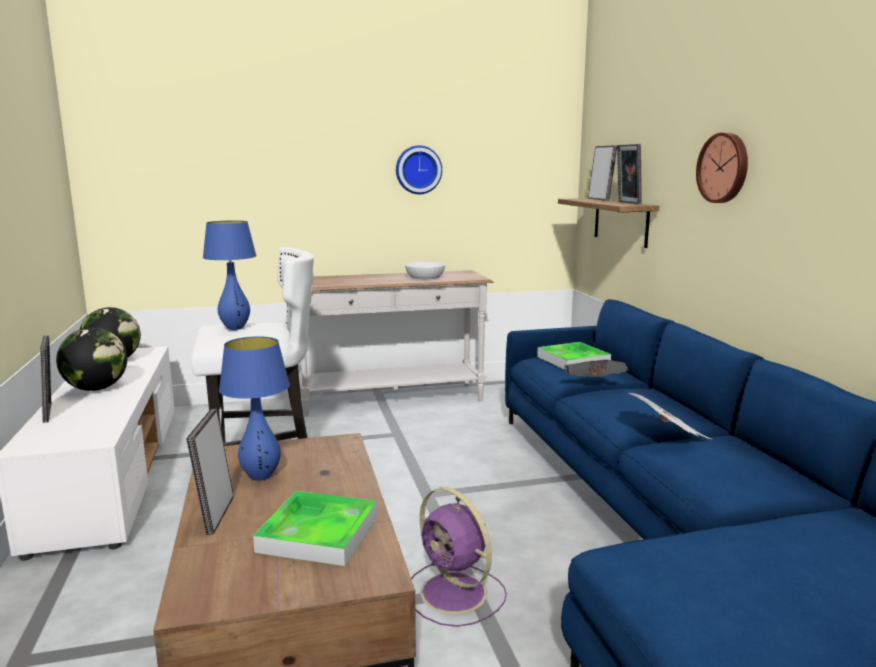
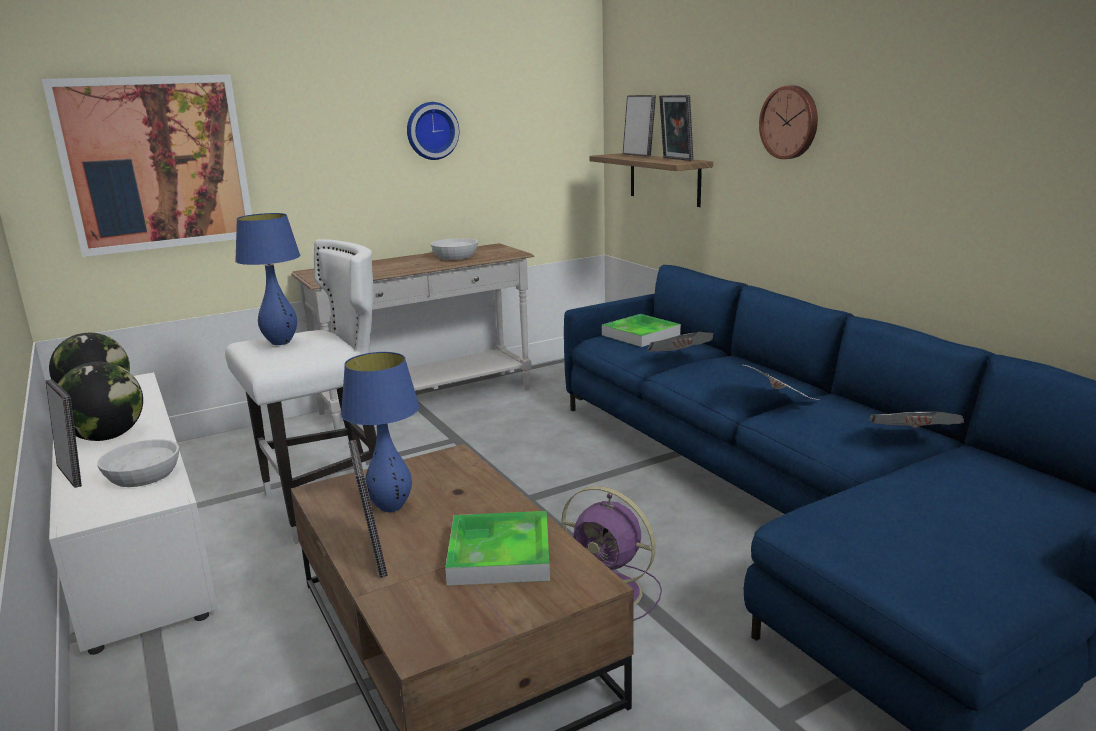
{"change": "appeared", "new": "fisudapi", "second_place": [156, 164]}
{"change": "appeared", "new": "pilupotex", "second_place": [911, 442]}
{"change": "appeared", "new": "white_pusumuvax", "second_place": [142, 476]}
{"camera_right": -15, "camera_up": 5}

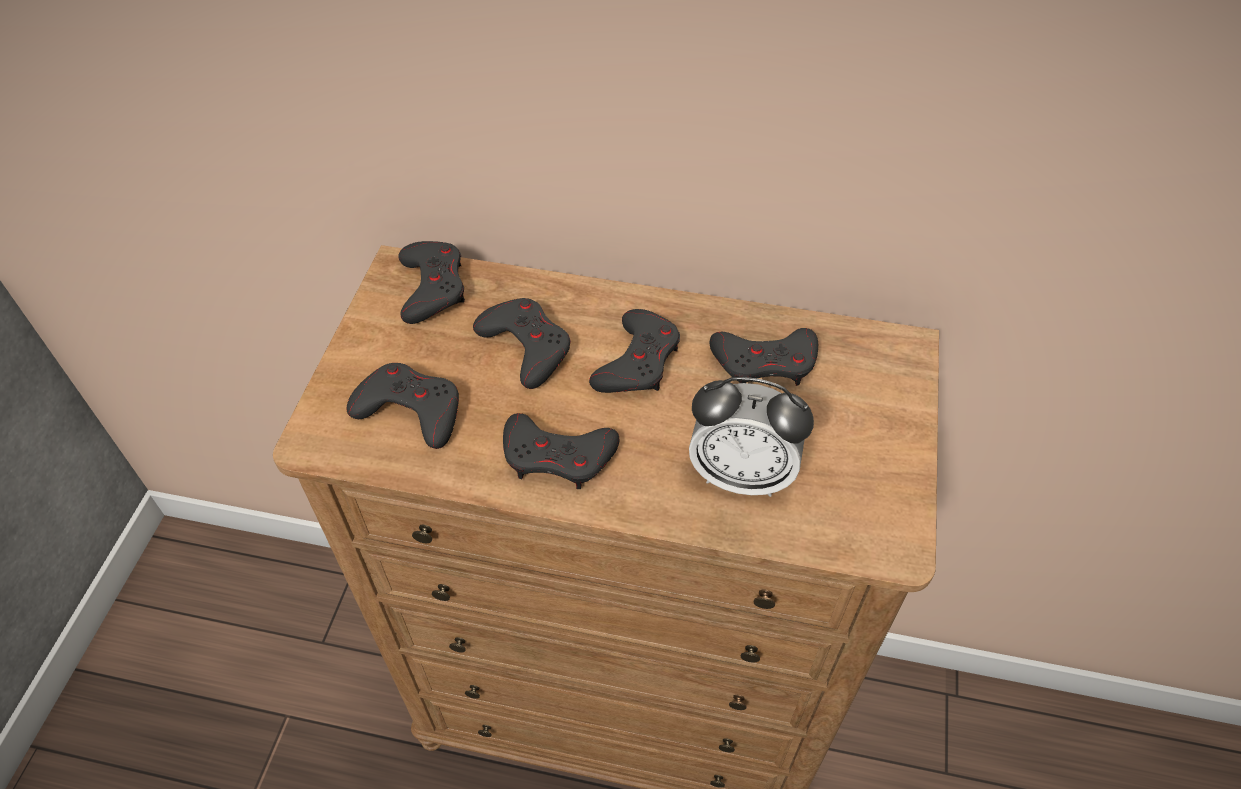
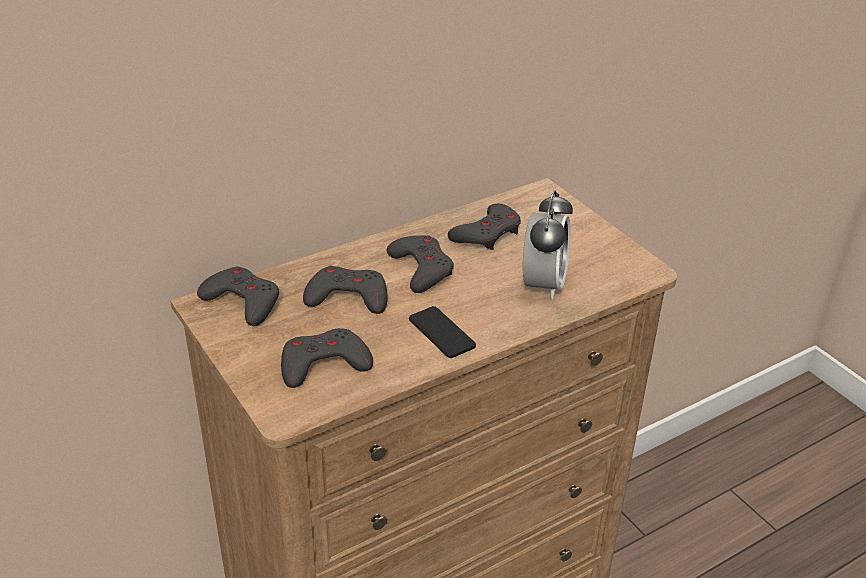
{"change": "spun", "old": "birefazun", "first_place": [741, 474], "second_place": [543, 285], "degrees": -45}
{"change": "exchanged", "old": "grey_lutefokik", "new": "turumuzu", "first_place": [558, 456], "second_place": [441, 333]}
{"camera_right": -45, "camera_up": -15}

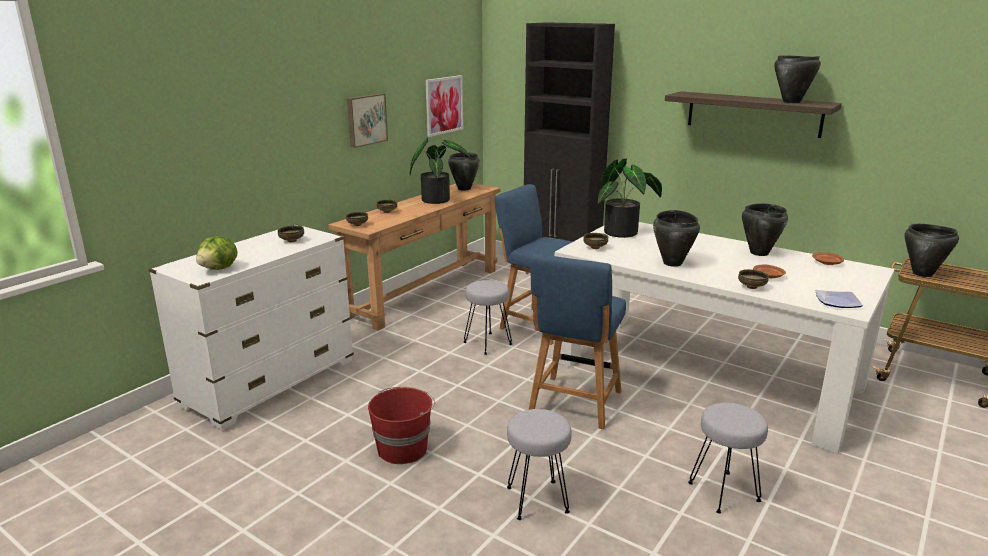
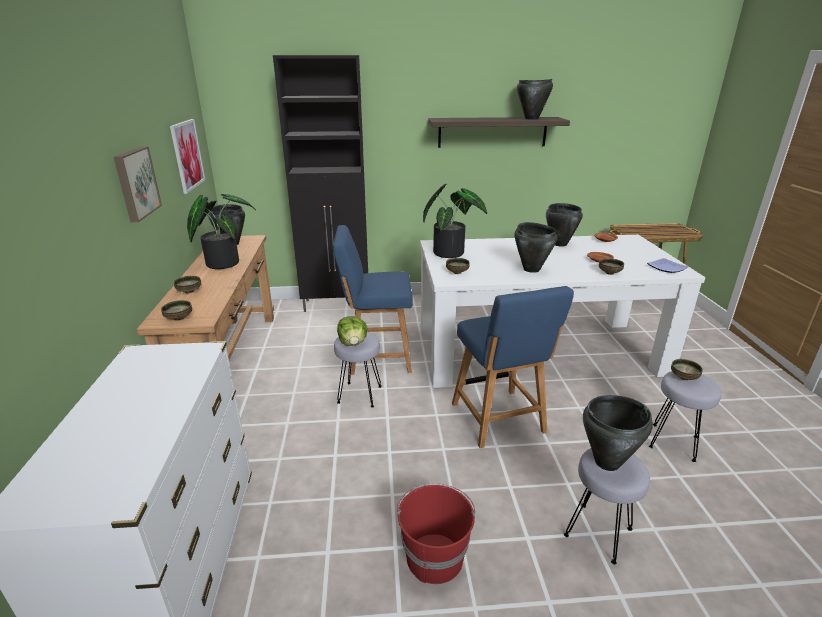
{"change": "relocated", "old": "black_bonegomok", "first_place": [922, 274], "second_place": [607, 462]}
{"change": "relocated", "old": "pusumuvax", "first_place": [292, 241], "second_place": [684, 377]}
{"change": "relocated", "old": "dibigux", "first_place": [219, 269], "second_place": [353, 343]}
{"camera_right": -40, "camera_up": 5}

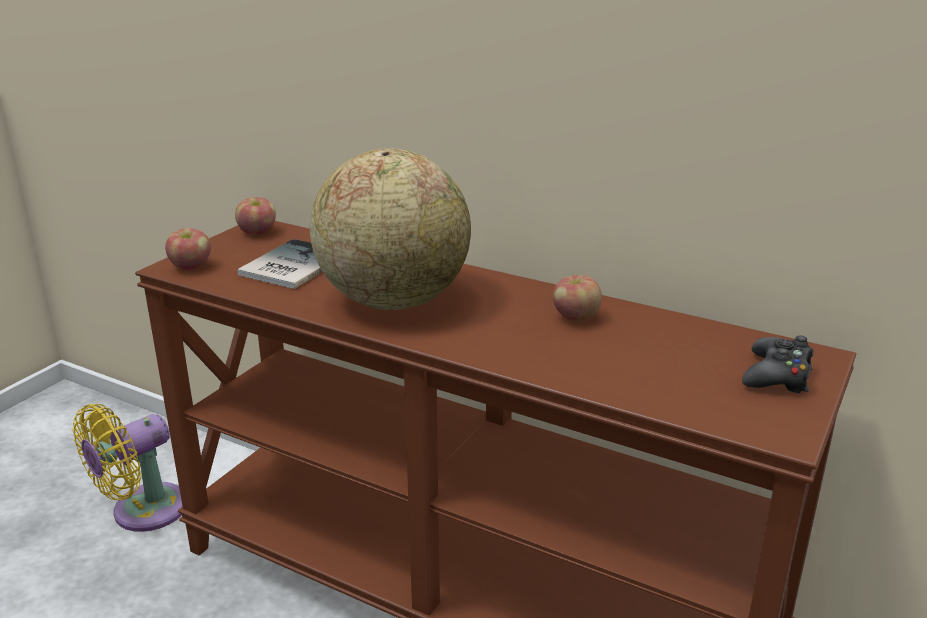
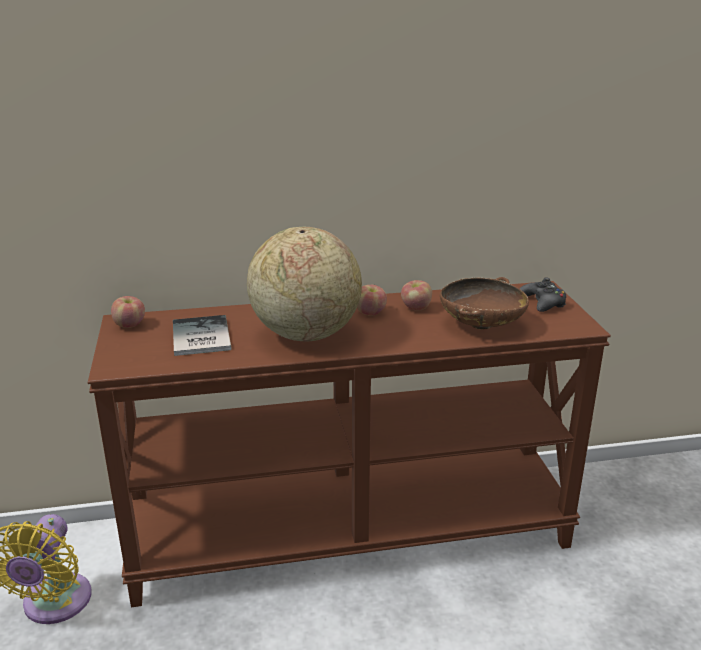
{"change": "relocated", "old": "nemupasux", "first_place": [191, 267], "second_place": [370, 313]}
{"change": "appeared", "new": "brown_pusumuvax", "second_place": [482, 325]}
{"camera_right": -40, "camera_up": 0}

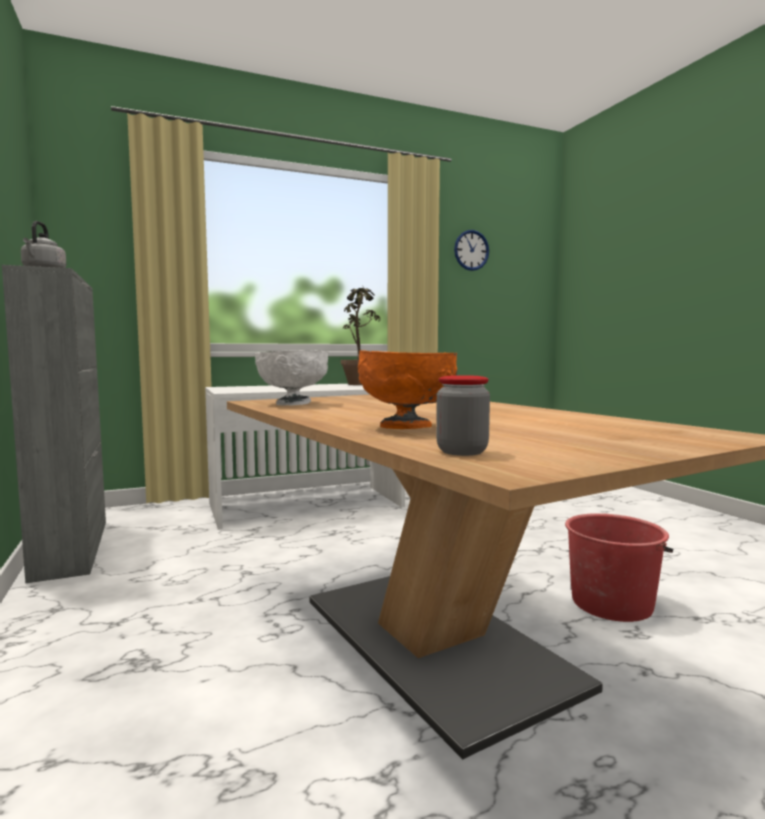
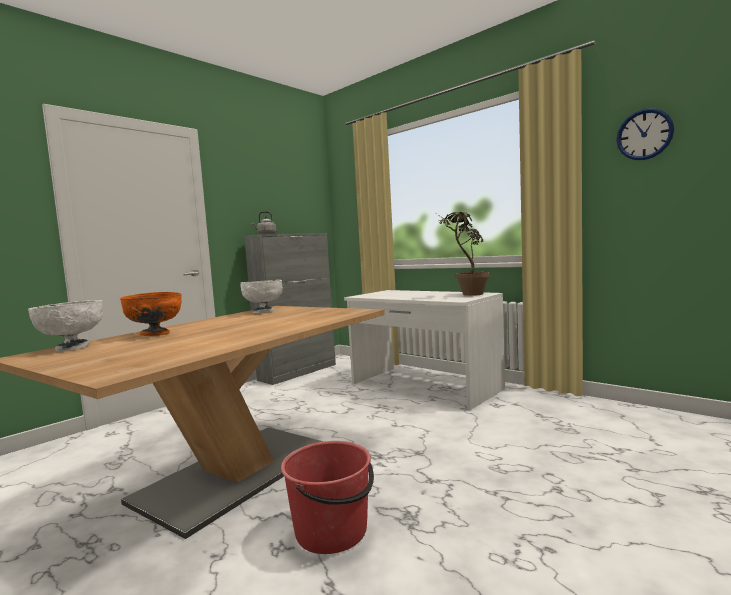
{"change": "exchanged", "old": "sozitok", "new": "white_pusumuvax", "first_place": [462, 452], "second_place": [72, 347]}
{"camera_right": 65, "camera_up": 0}

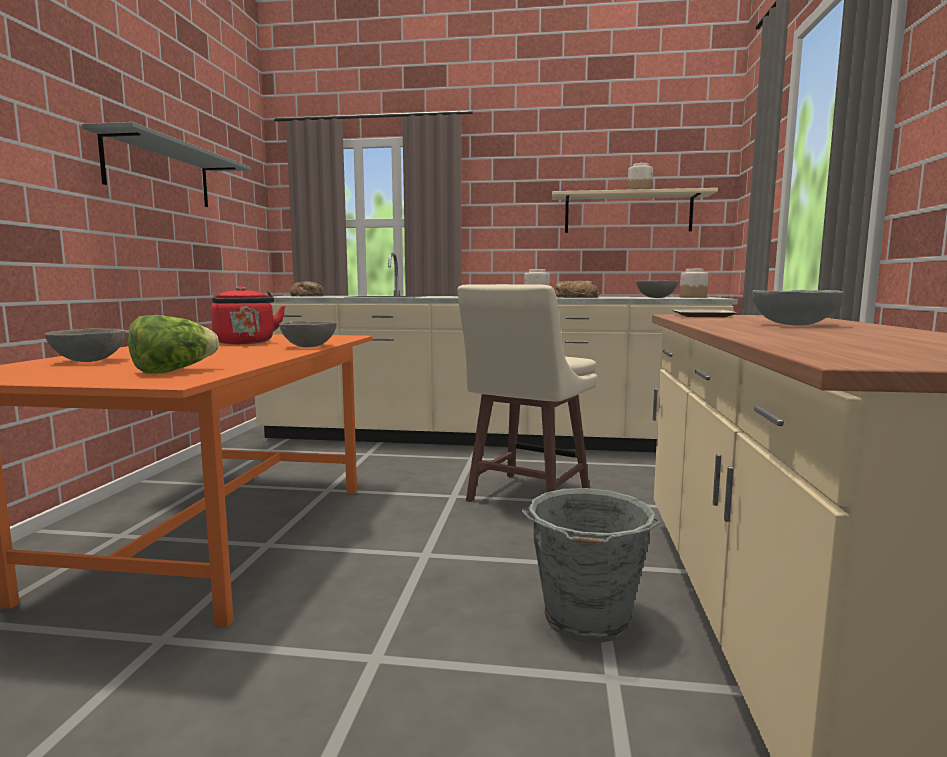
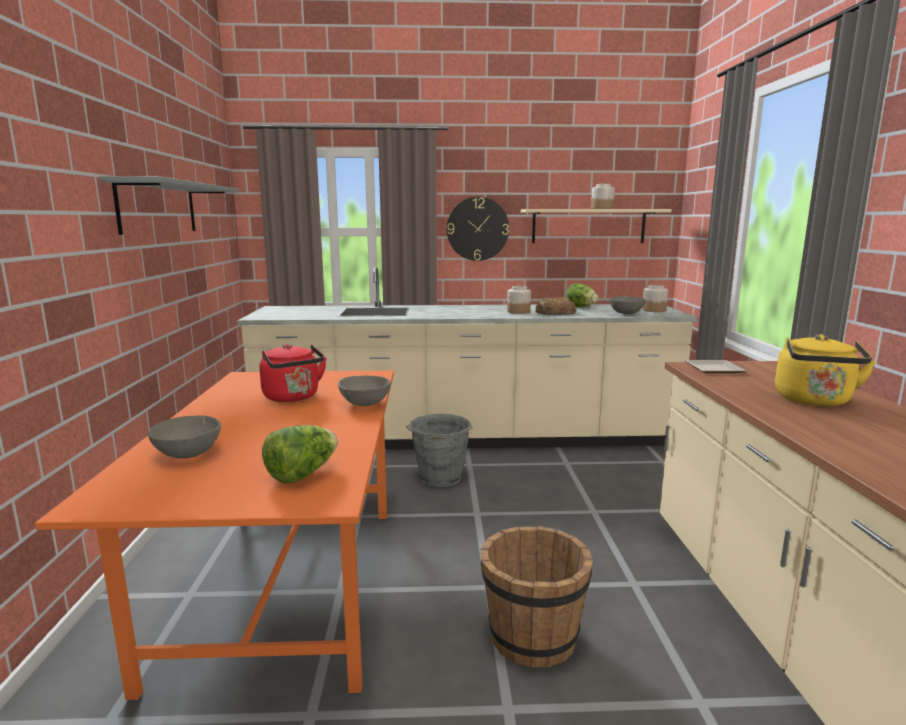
{"change": "missing", "old": "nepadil", "first_place": [308, 296]}
{"change": "missing", "old": "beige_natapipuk", "first_place": [526, 496]}
{"change": "exchanged", "old": "grey_pusumuvax", "new": "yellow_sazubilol", "first_place": [792, 325], "second_place": [814, 401]}
{"change": "relocated", "old": "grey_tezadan", "first_place": [586, 621], "second_place": [440, 479]}
{"change": "appeared", "new": "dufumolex", "second_place": [477, 229]}
{"change": "appeared", "new": "dibigux", "second_place": [581, 307]}
{"change": "appeared", "new": "brown_tezadan", "second_place": [532, 637]}
{"camera_right": -10, "camera_up": 5}

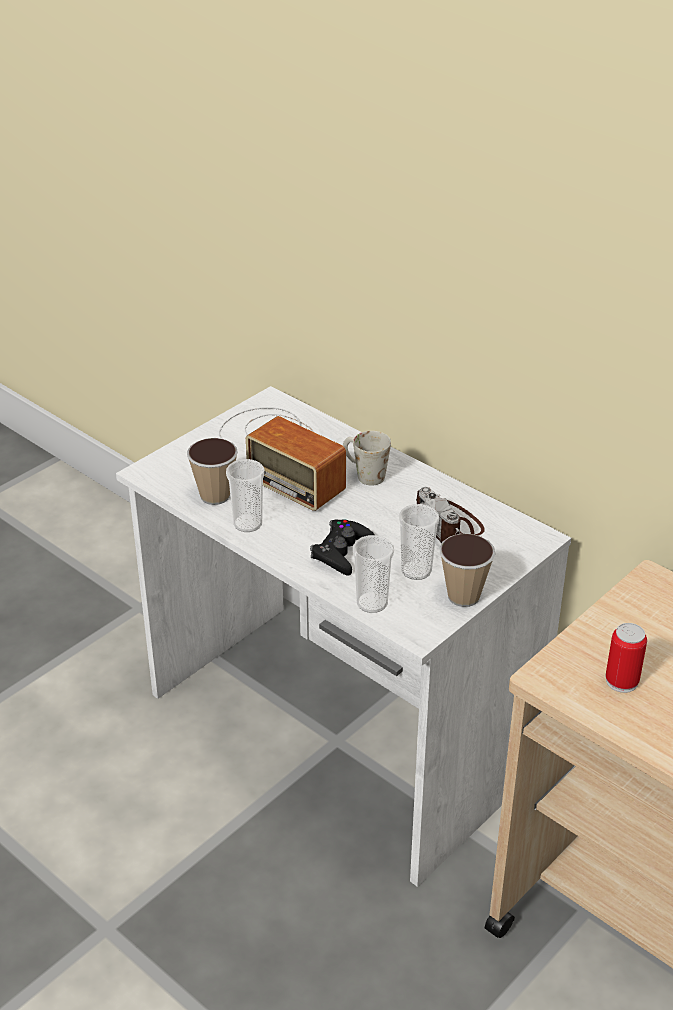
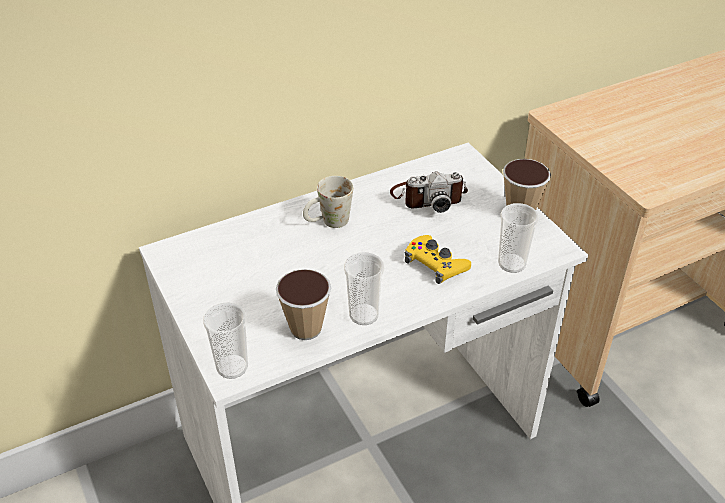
{"change": "missing", "old": "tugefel", "first_place": [282, 453]}
{"change": "relocated", "old": "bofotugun", "first_place": [416, 570], "second_place": [232, 367]}
{"change": "colour", "old": "black_lutefokik", "new": "yellow_lutefokik", "first_place": [342, 552], "second_place": [435, 264]}
{"change": "missing", "old": "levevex", "first_place": [621, 681]}
{"camera_right": -70, "camera_up": 5}

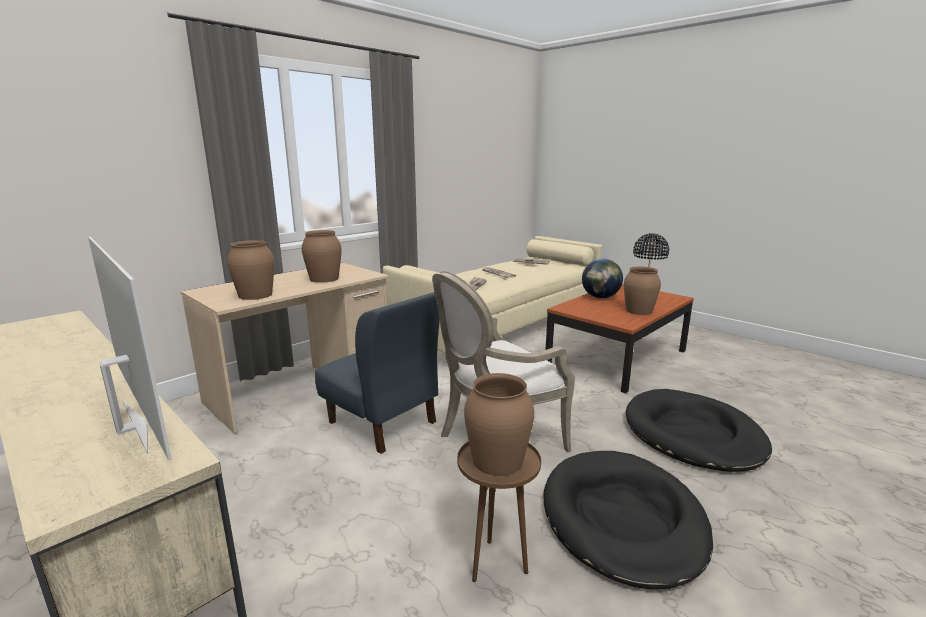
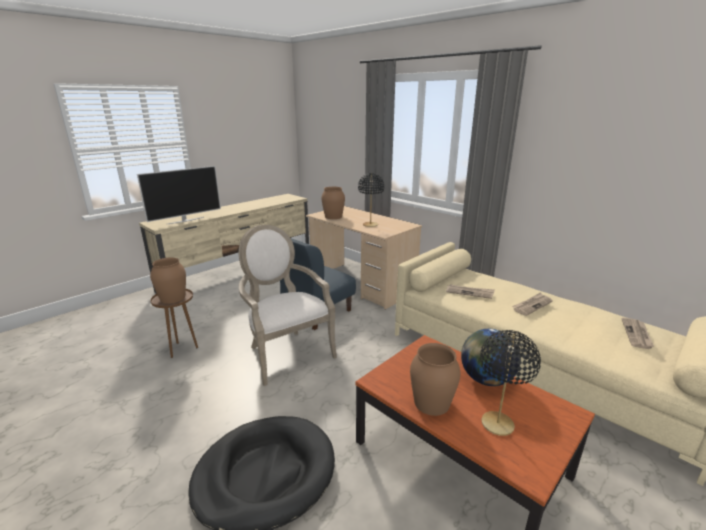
{"change": "exchanged", "old": "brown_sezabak", "new": "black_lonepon", "first_place": [324, 279], "second_place": [370, 225]}
{"change": "missing", "old": "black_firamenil", "first_place": [622, 519]}
{"camera_right": 90, "camera_up": 5}

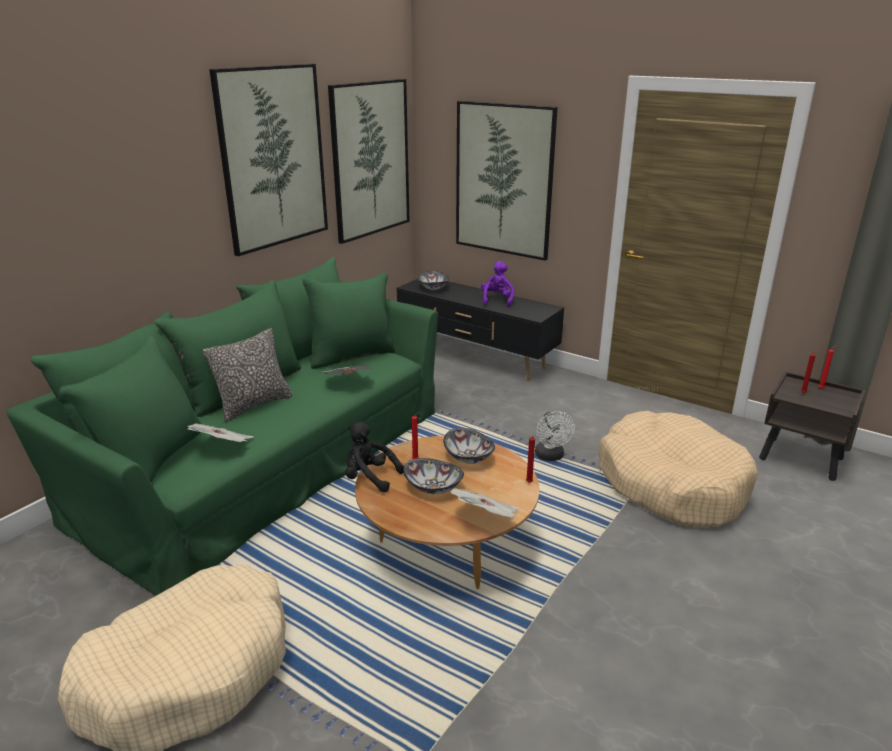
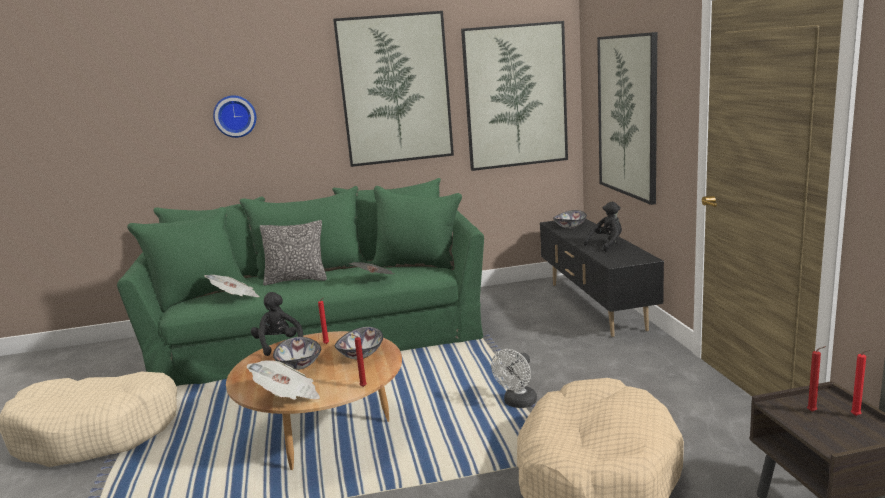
{"change": "colour", "old": "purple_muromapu", "new": "black_muromapu", "first_place": [497, 300], "second_place": [606, 244]}
{"change": "appeared", "new": "dufumolex", "second_place": [235, 116]}
{"camera_right": 45, "camera_up": -10}

